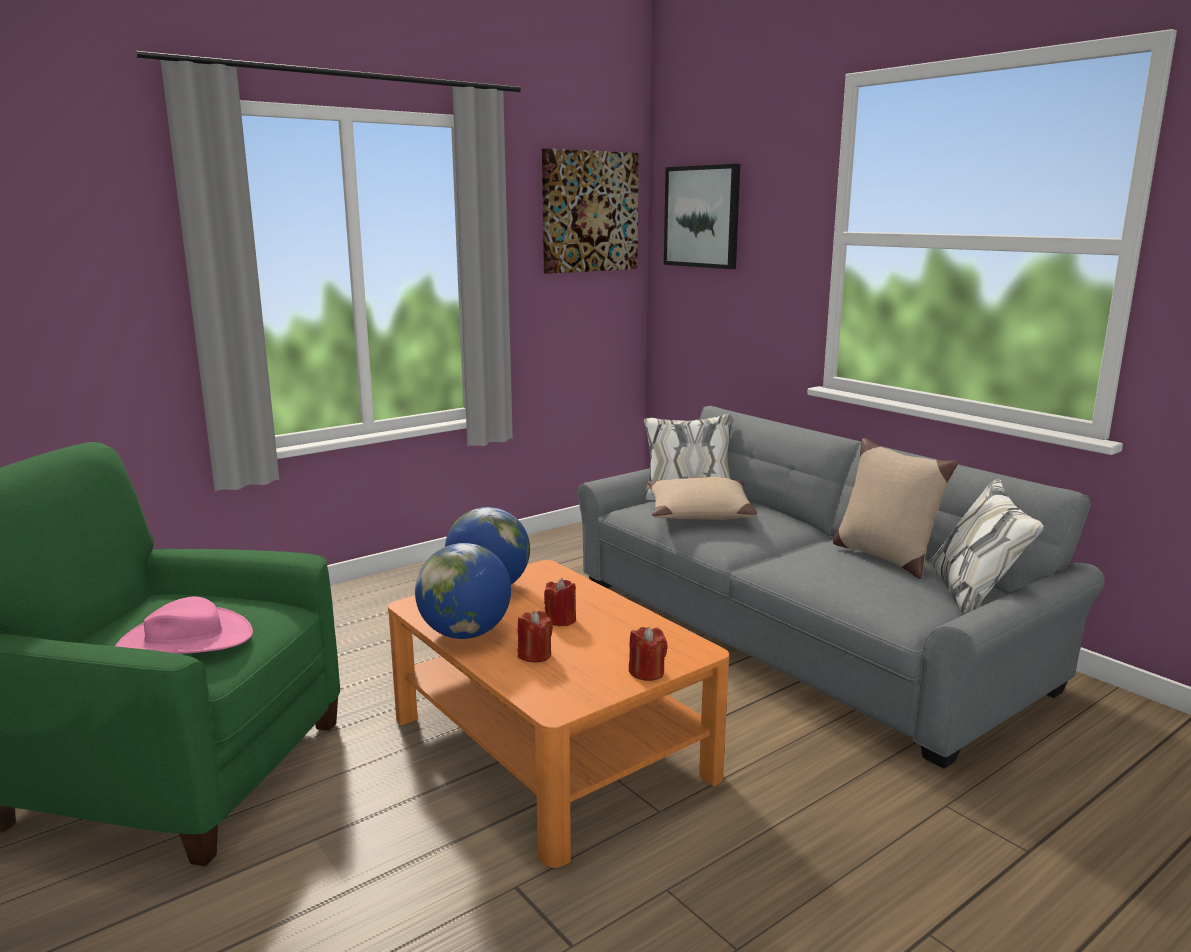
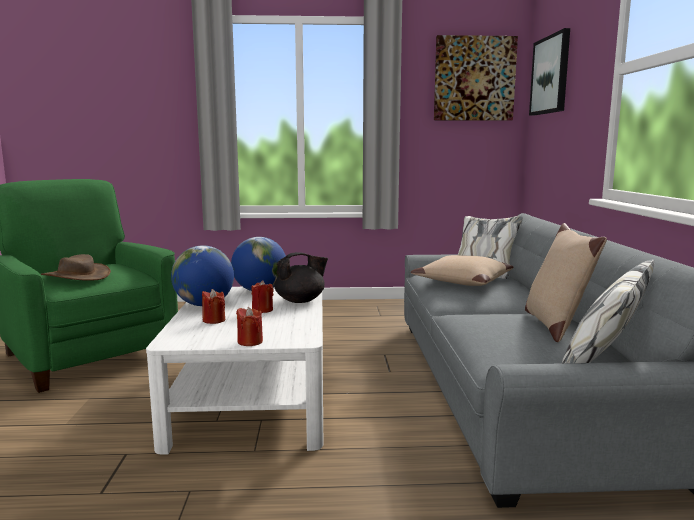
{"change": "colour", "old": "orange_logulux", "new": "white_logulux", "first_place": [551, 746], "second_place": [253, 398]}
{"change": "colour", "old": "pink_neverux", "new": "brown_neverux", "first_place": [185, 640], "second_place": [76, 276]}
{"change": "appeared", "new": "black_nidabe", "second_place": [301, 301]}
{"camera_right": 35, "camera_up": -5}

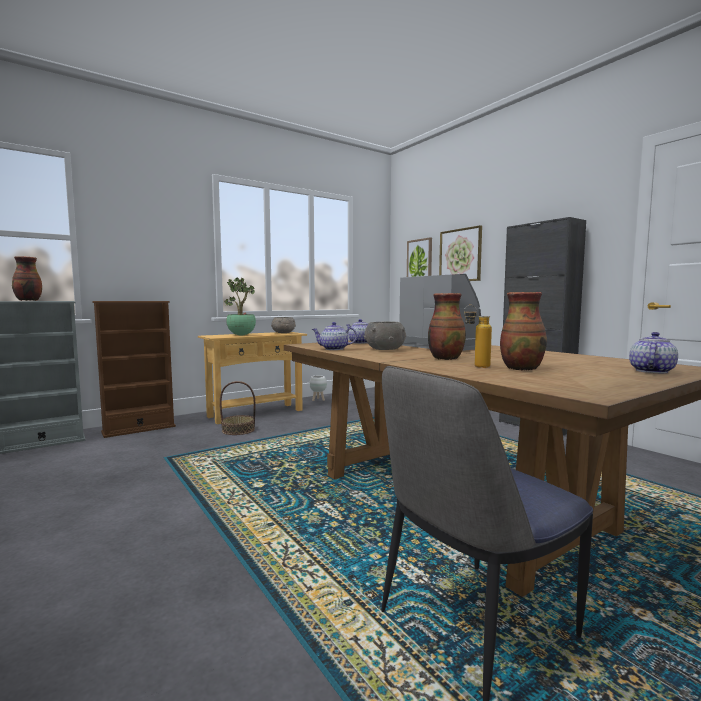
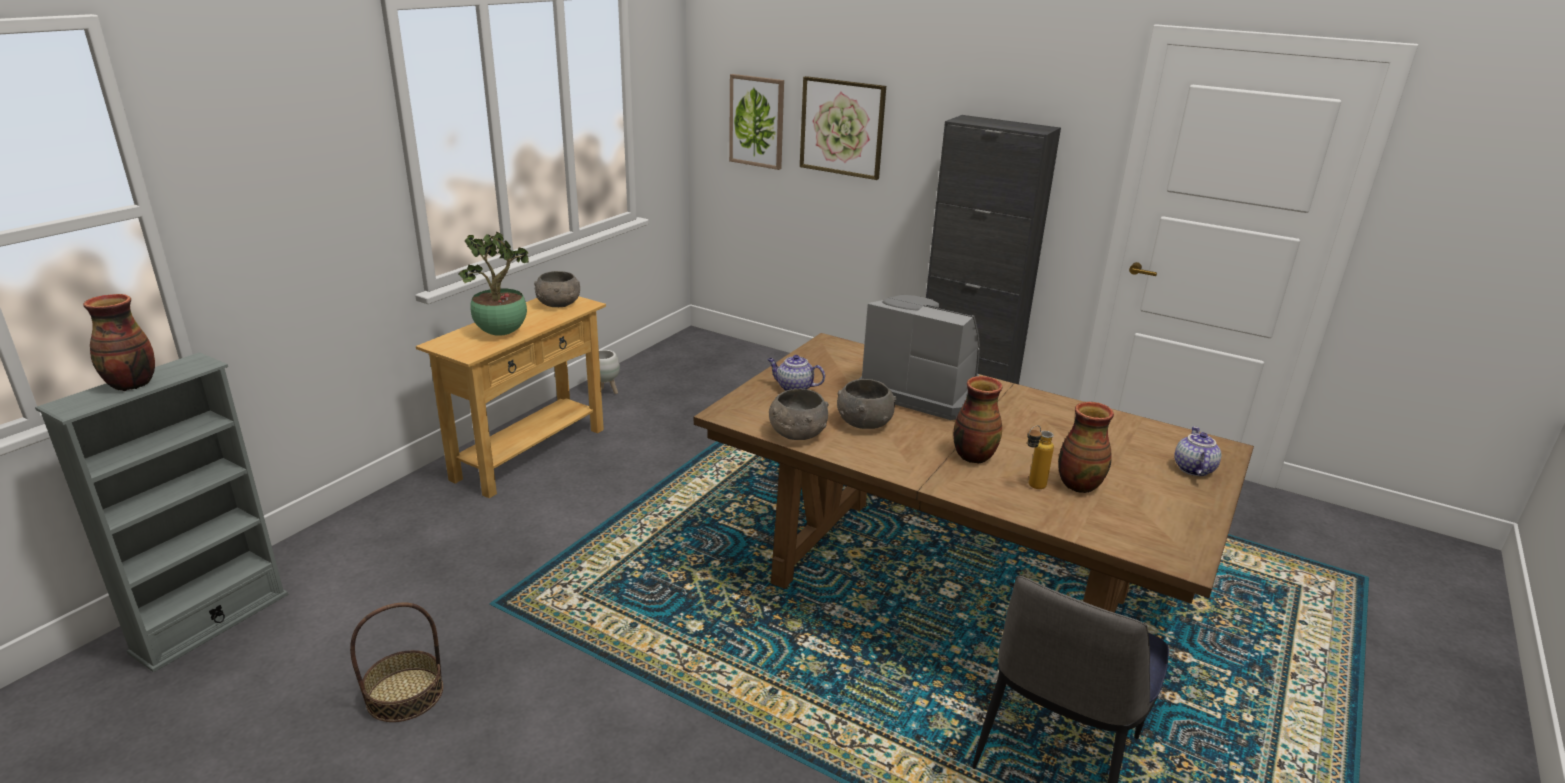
{"change": "missing", "old": "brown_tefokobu", "first_place": [139, 429]}
{"change": "exchanged", "old": "nidabe", "new": "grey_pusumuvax", "first_place": [333, 349], "second_place": [797, 434]}
{"change": "relocated", "old": "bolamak", "first_place": [238, 430], "second_place": [405, 694]}
{"camera_right": -25, "camera_up": 20}

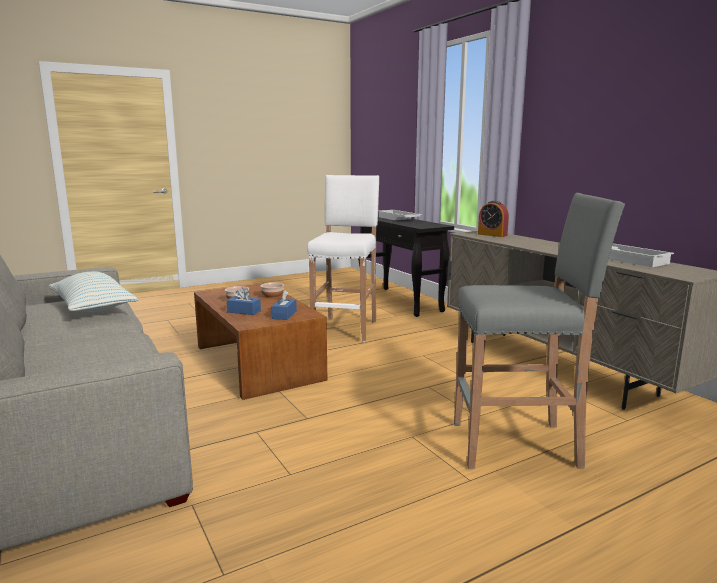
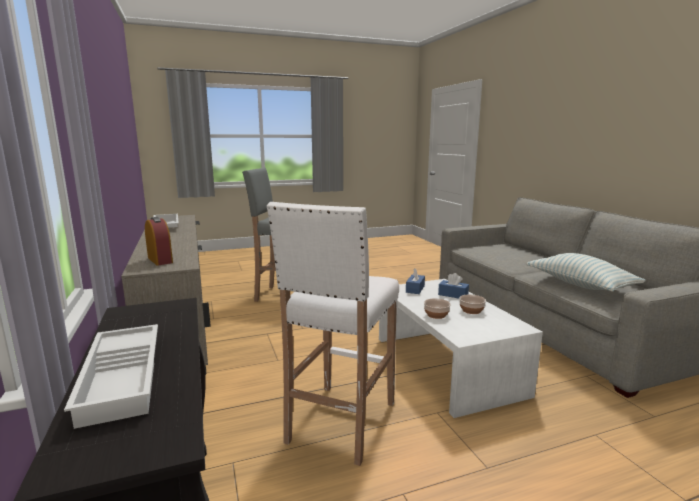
{"change": "colour", "old": "brown_logulux", "new": "white_logulux", "first_place": [257, 362], "second_place": [447, 364]}
{"camera_right": -170, "camera_up": 0}

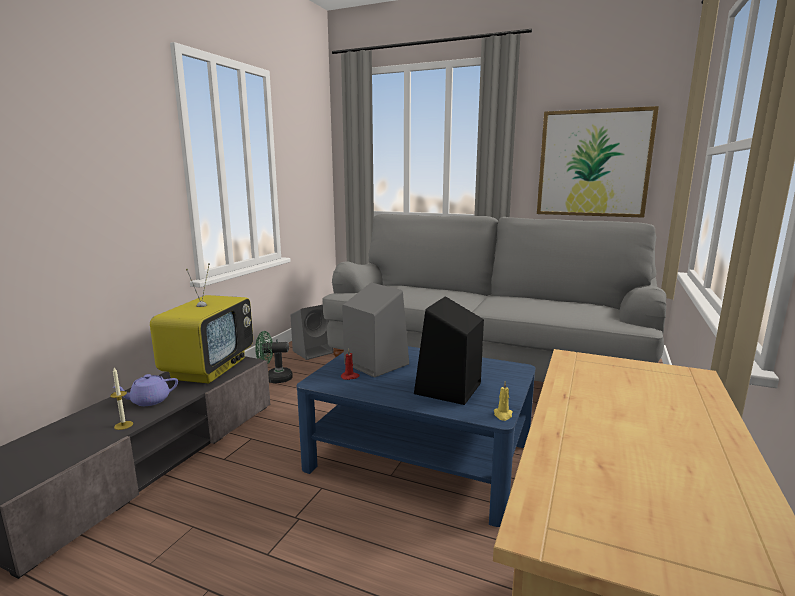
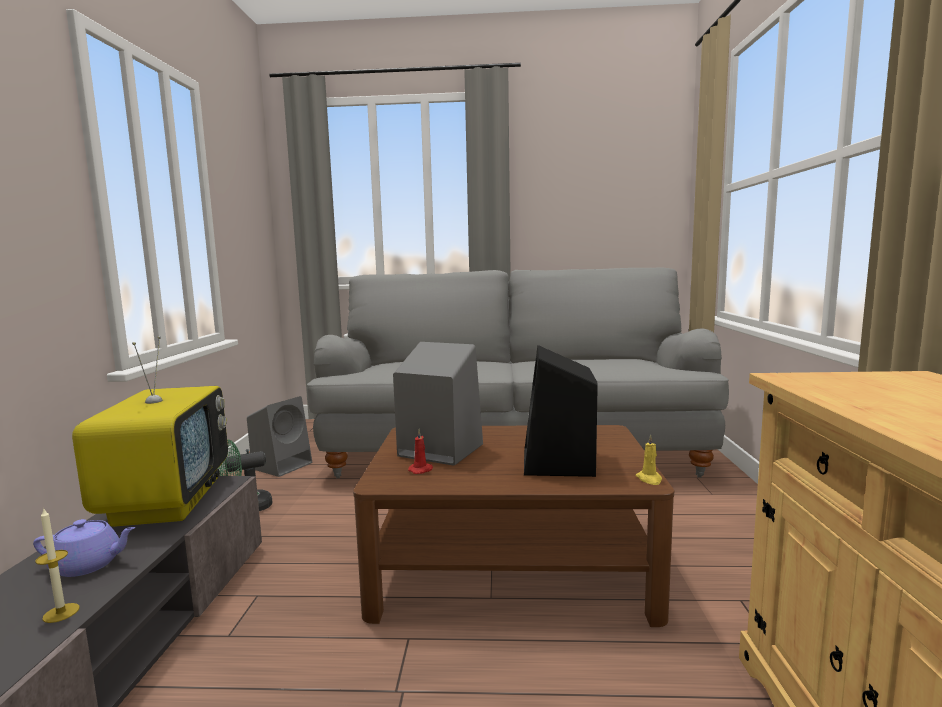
{"change": "missing", "old": "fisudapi", "first_place": [593, 163]}
{"change": "colour", "old": "blue_logulux", "new": "brown_logulux", "first_place": [420, 456], "second_place": [511, 565]}
{"change": "spun", "old": "purple_nidabe", "first_place": [149, 401], "second_place": [88, 565], "degrees": -135}
{"camera_right": -20, "camera_up": -5}

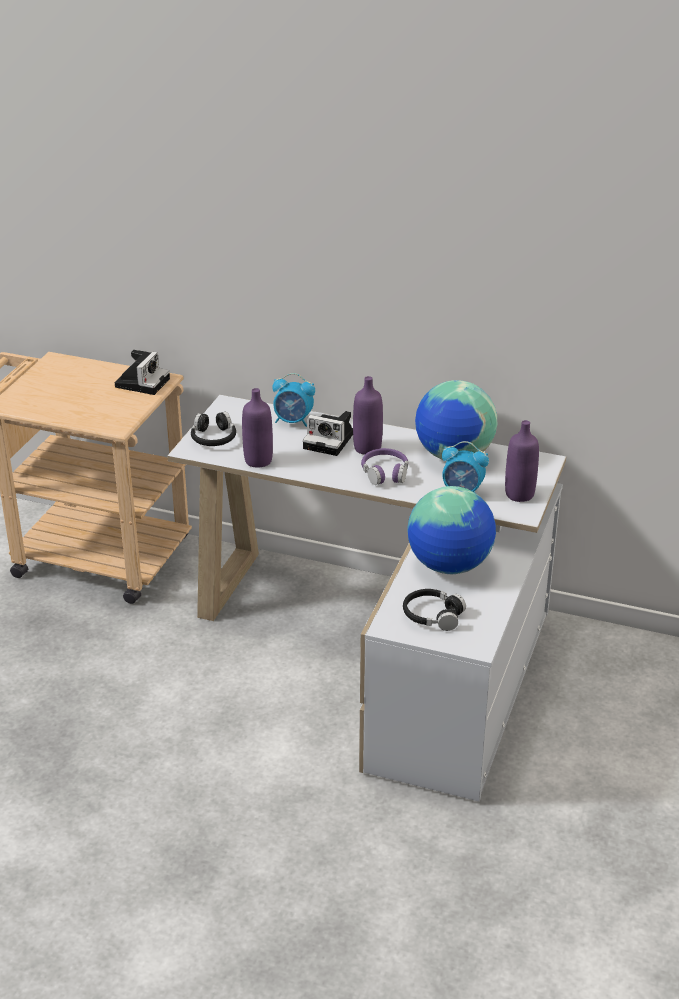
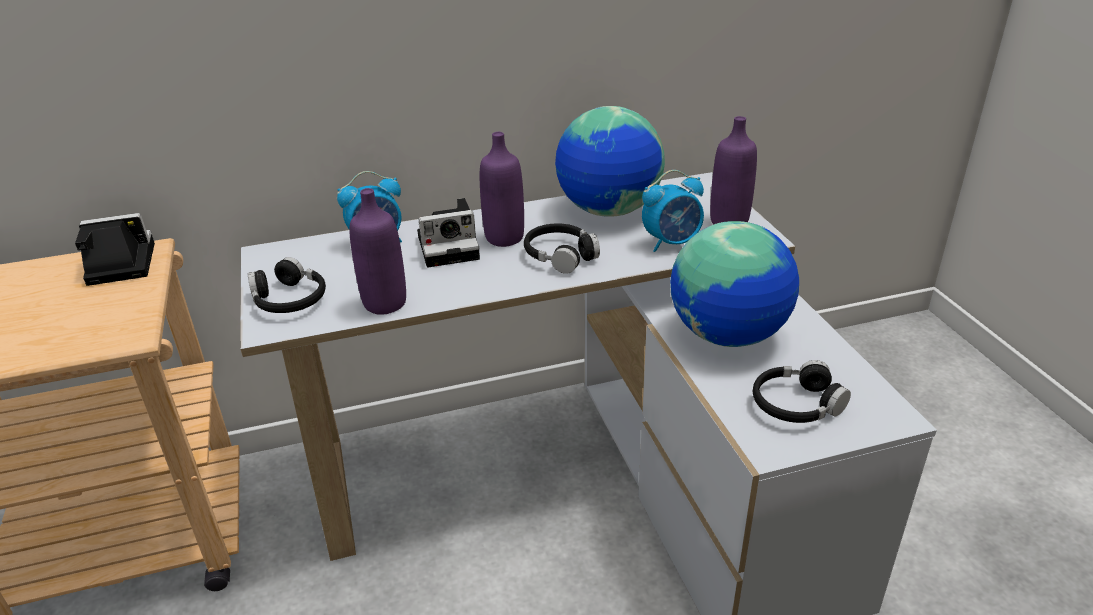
{"change": "spun", "old": "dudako", "first_place": [142, 382], "second_place": [118, 265], "degrees": -90}
{"change": "colour", "old": "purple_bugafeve", "new": "black_bugafeve", "first_place": [385, 473], "second_place": [560, 255]}
{"camera_right": -35, "camera_up": 0}

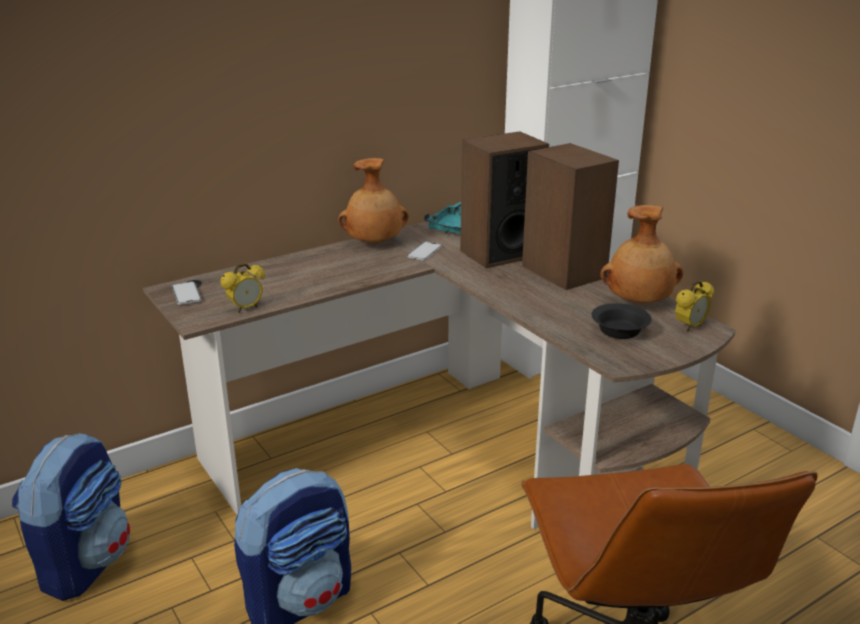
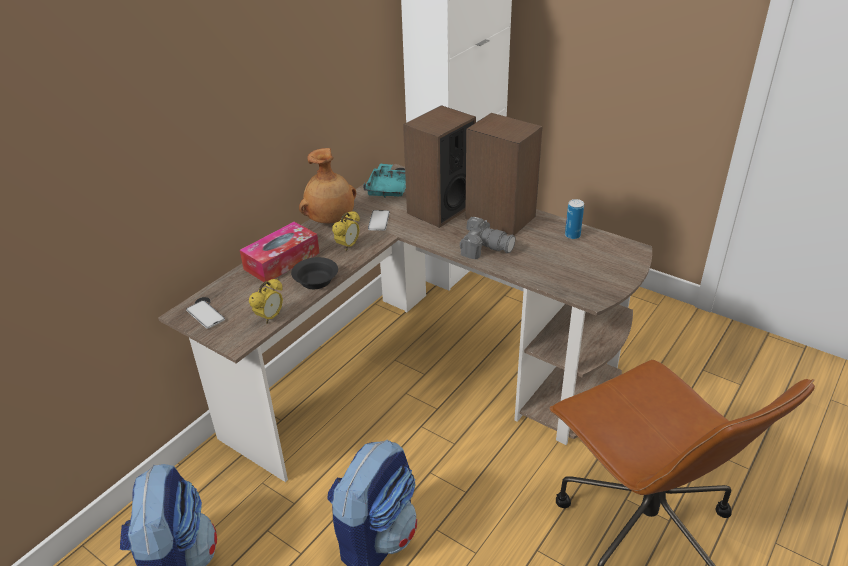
{"change": "exchanged", "old": "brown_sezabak", "new": "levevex", "first_place": [639, 302], "second_place": [572, 235]}
{"change": "relocated", "old": "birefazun", "first_place": [690, 327], "second_place": [348, 246]}
{"change": "relocated", "old": "black_pusumuvax", "first_place": [619, 332], "second_place": [316, 282]}
{"change": "appeared", "new": "dudako", "second_place": [485, 248]}
{"change": "appeared", "new": "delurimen", "second_place": [282, 261]}
{"camera_right": -20, "camera_up": 10}

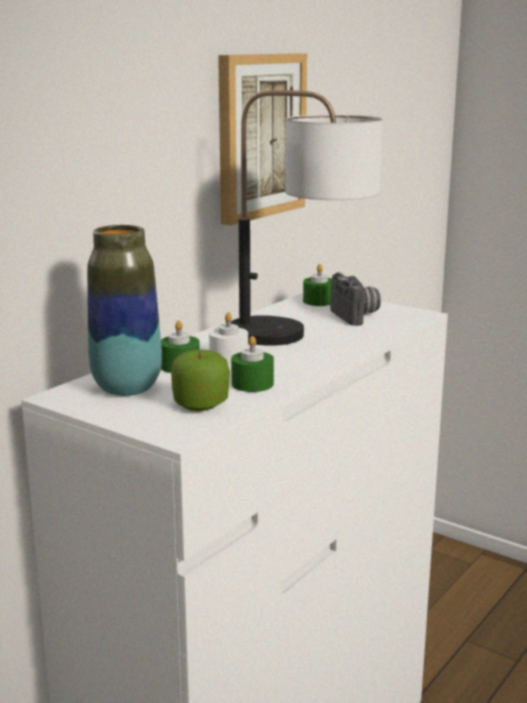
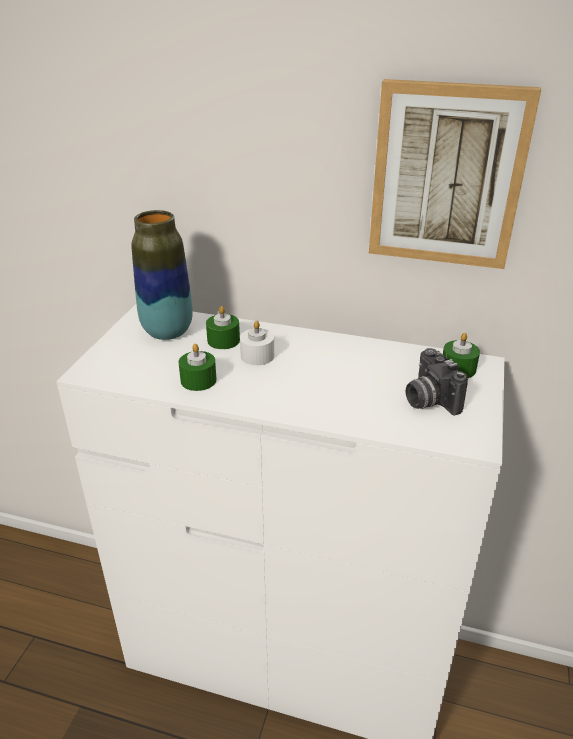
{"change": "missing", "old": "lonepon", "first_place": [302, 339]}
{"change": "spun", "old": "dudako", "first_place": [357, 316], "second_place": [428, 400], "degrees": 105}
{"change": "missing", "old": "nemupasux", "first_place": [201, 404]}
{"camera_right": 70, "camera_up": 15}

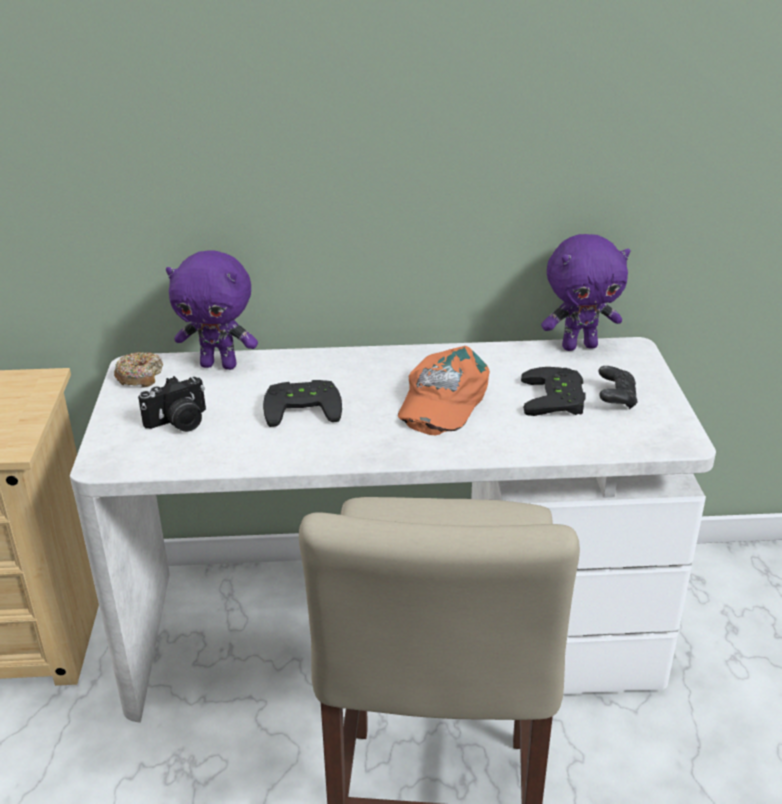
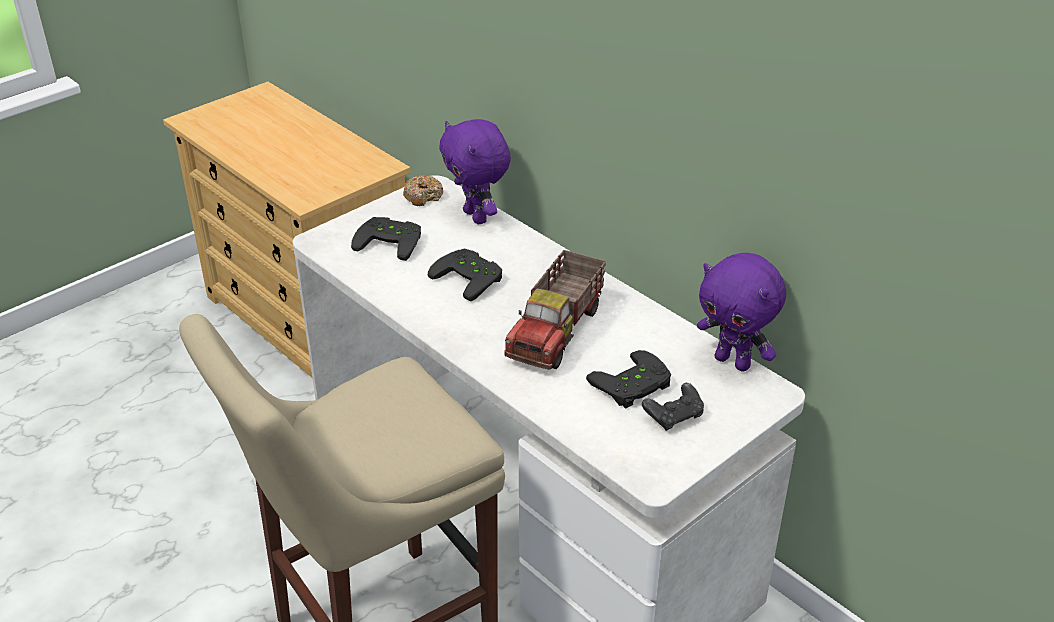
{"change": "exchanged", "old": "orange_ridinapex", "new": "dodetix", "first_place": [442, 400], "second_place": [557, 332]}
{"change": "exchanged", "old": "dudako", "new": "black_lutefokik", "first_place": [179, 423], "second_place": [391, 241]}
{"camera_right": 50, "camera_up": 5}

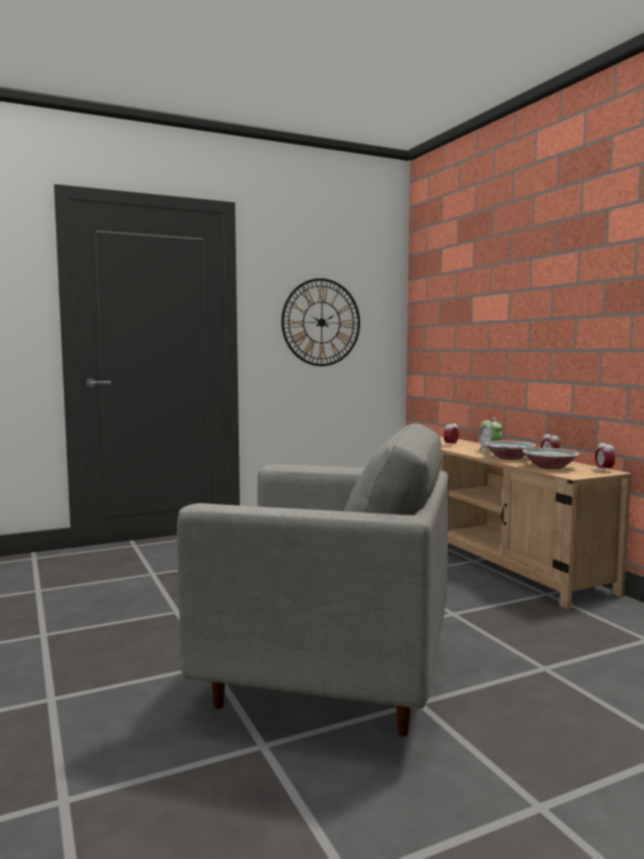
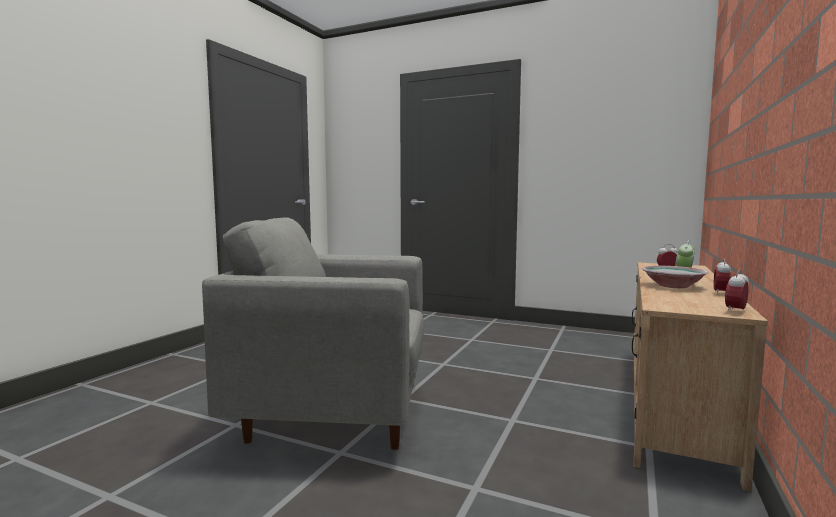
{"change": "missing", "old": "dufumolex", "first_place": [321, 322]}
{"change": "spun", "old": "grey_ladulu", "first_place": [329, 681], "second_place": [334, 415], "degrees": 120}
{"change": "missing", "old": "pusumuvax", "first_place": [549, 467]}
{"camera_right": 50, "camera_up": 0}

